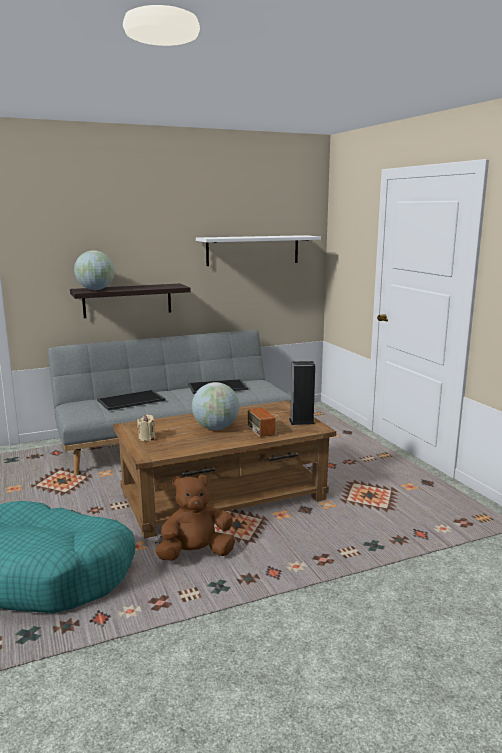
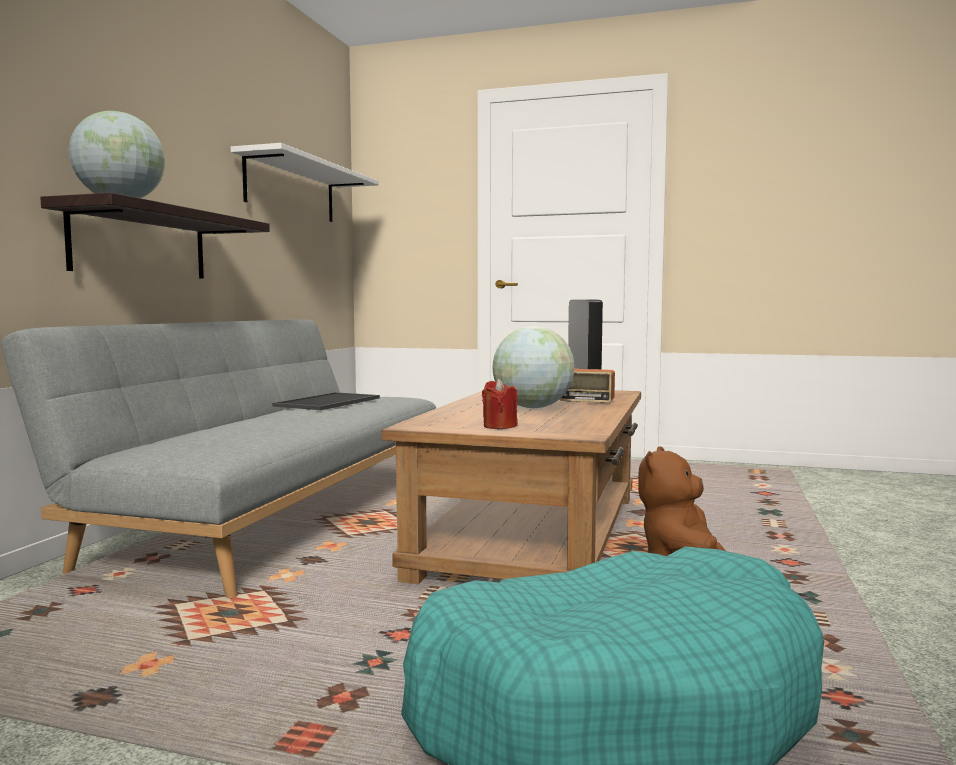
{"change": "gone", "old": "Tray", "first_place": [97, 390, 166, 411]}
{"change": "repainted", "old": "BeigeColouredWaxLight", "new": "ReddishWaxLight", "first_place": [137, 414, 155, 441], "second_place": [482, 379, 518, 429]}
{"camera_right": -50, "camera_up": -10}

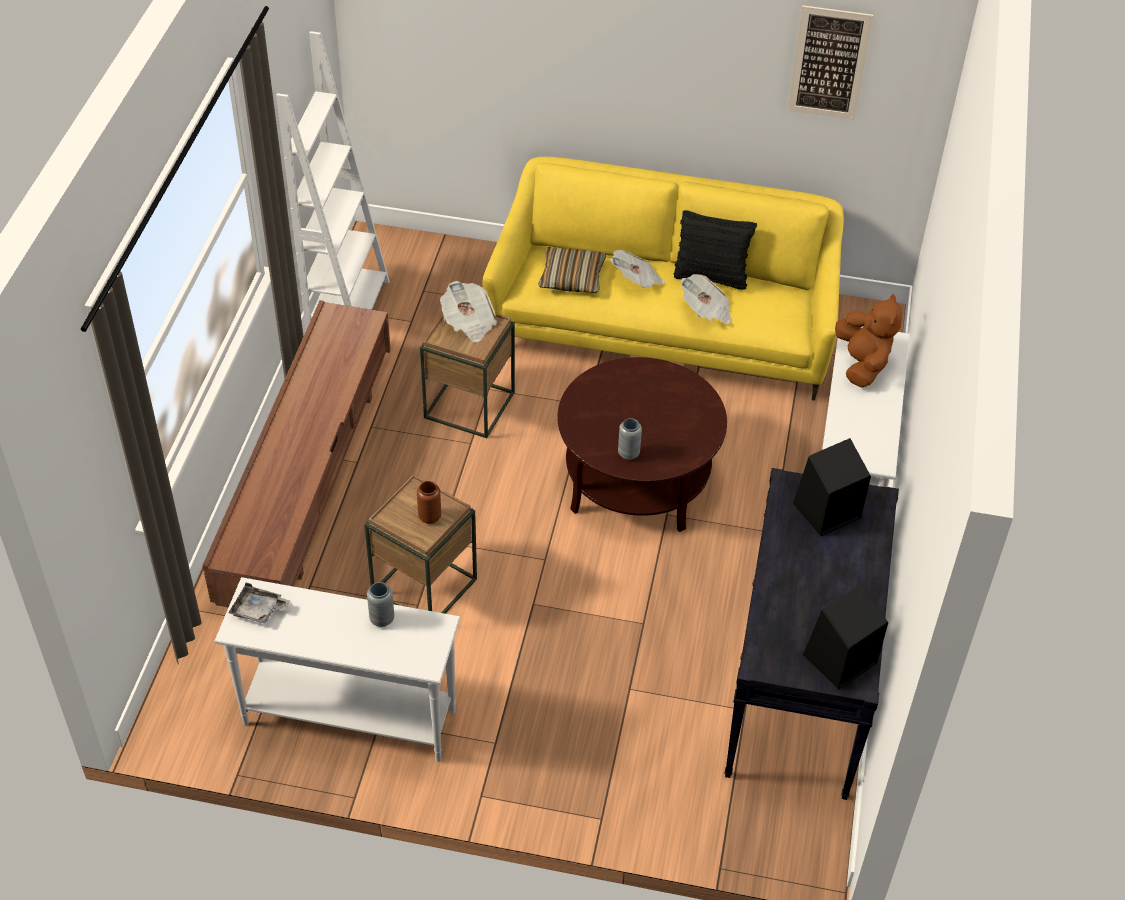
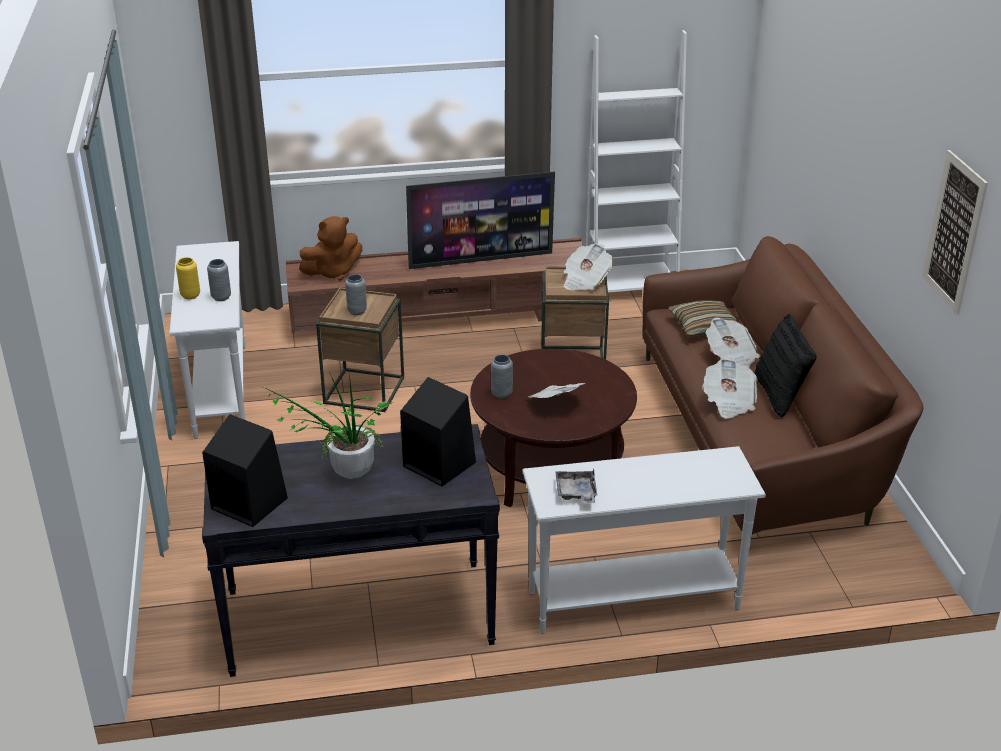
{"change": "new", "new": "YellowColouredDecorativeVase", "second_place": [176, 257, 200, 300]}
{"change": "new", "new": "PlantInAPot", "second_place": [266, 372, 392, 479]}
{"change": "new", "new": "Tv", "second_place": [406, 171, 555, 269]}
{"change": "new", "new": "Newspaper", "second_place": [528, 383, 586, 398]}
{"change": "shifted", "old": "GreyishTray", "first_place": [228, 582, 290, 624], "second_place": [555, 469, 597, 503]}
{"change": "shifted", "old": "BrownColouredSoftToy", "first_place": [835, 294, 902, 388], "second_place": [299, 216, 362, 280]}
{"change": "repainted", "old": "BrownColouredDecorativeVase", "new": "GreyishDecorativeVase", "first_place": [417, 481, 441, 524], "second_place": [345, 274, 367, 315]}
{"change": "repainted", "old": "YellowColouredCouch", "new": "BrownColouredCouch", "first_place": [483, 157, 844, 401], "second_place": [643, 236, 923, 534]}
{"camera_right": 70, "camera_up": -15}

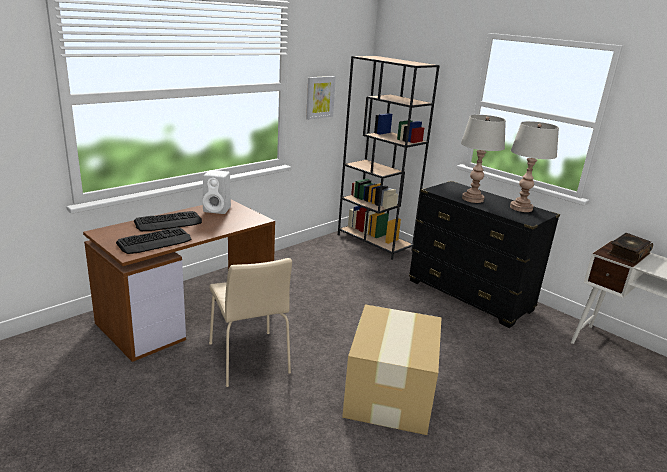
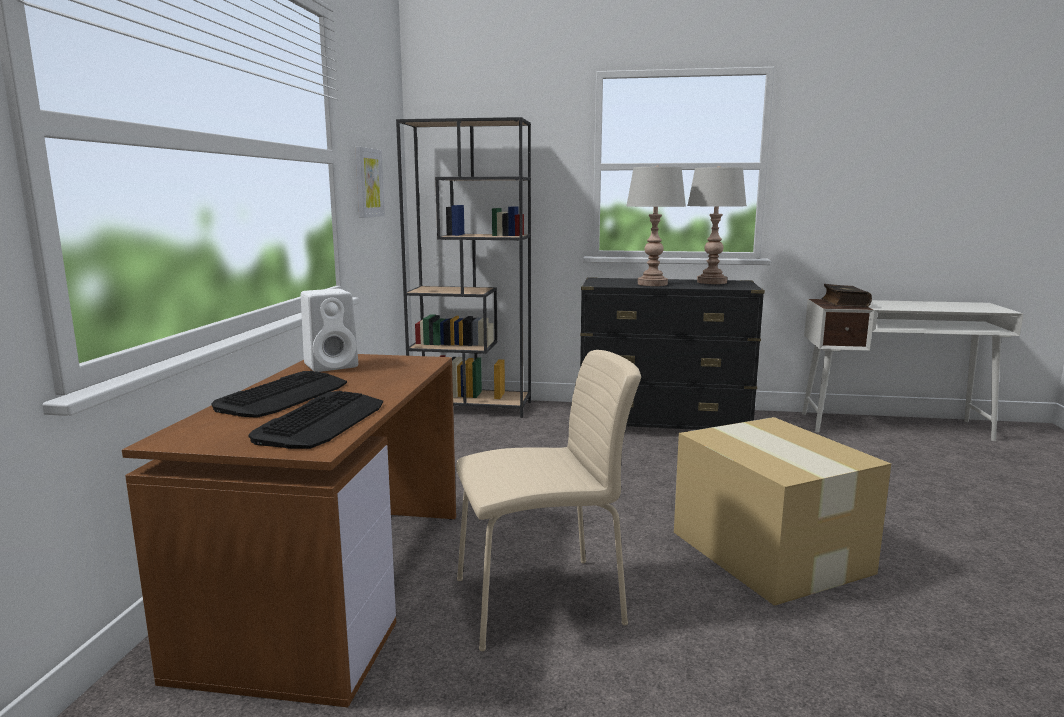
{"change": "rotated", "old": "BeigeColouredUprightChair", "first_place": [209, 258, 292, 387], "second_place": [456, 350, 641, 651], "degrees": -45}
{"camera_right": -35, "camera_up": -10}

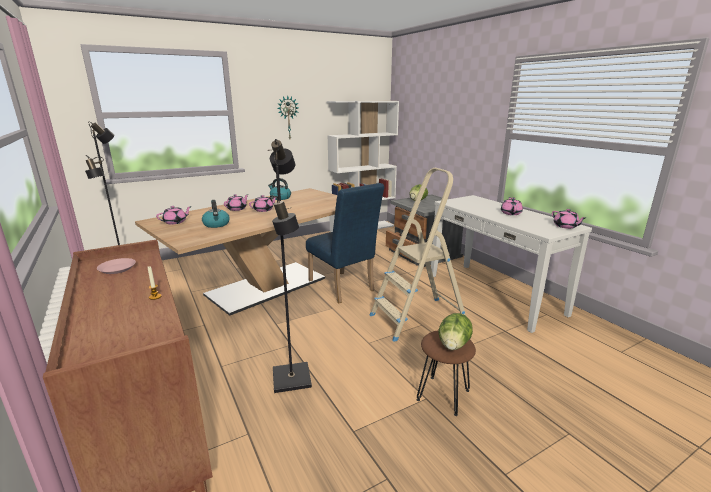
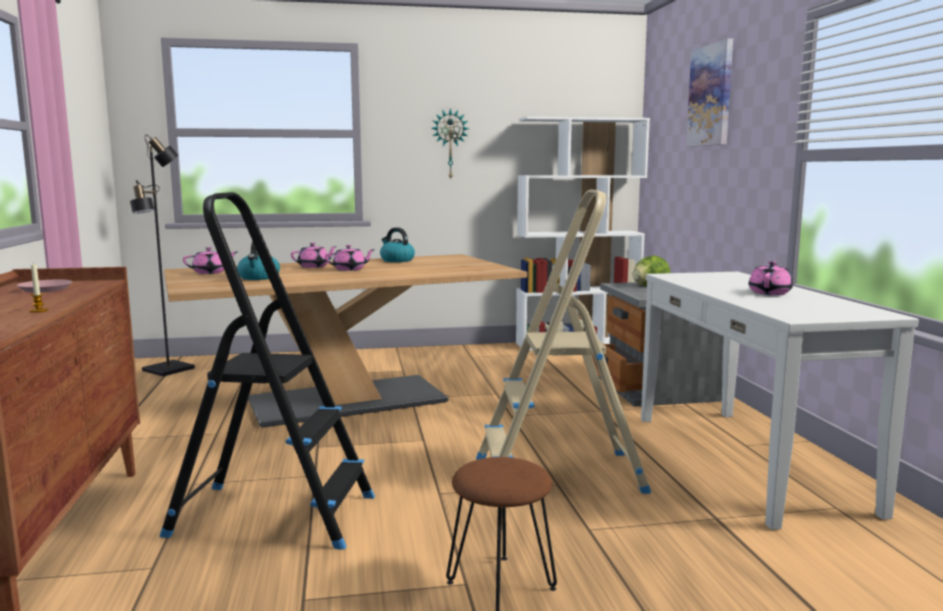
{"change": "gone", "old": "BlueUprightChair", "first_place": [306, 183, 384, 303]}
{"change": "gone", "old": "HeadOfLettuce", "first_place": [438, 313, 473, 350]}
{"change": "gone", "old": "PinkPotForTea", "first_place": [552, 209, 586, 229]}
{"change": "new", "new": "Picture", "second_place": [686, 39, 733, 147]}
{"change": "swapped", "old": "BlackColouredStandardLamp", "new": "BlackColouredStepLadder", "first_place": [268, 139, 312, 393], "second_place": [159, 192, 375, 550]}
{"camera_right": 20, "camera_up": -10}

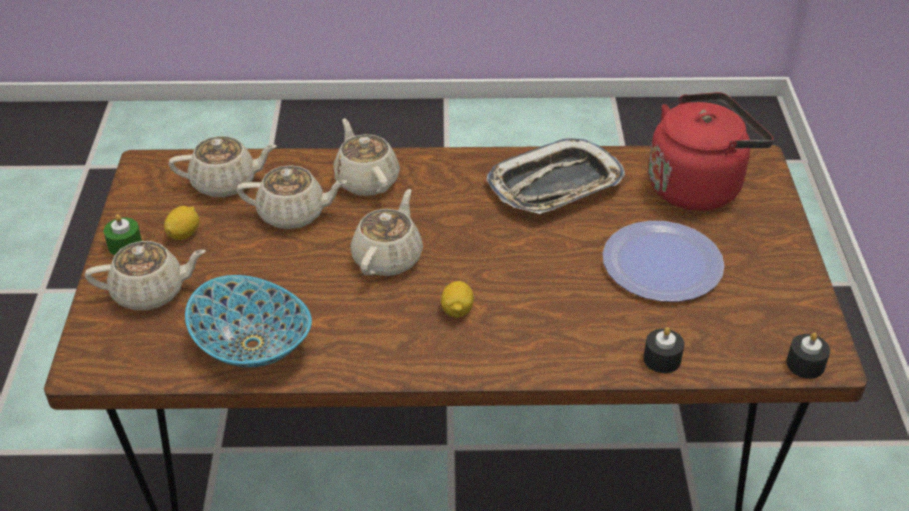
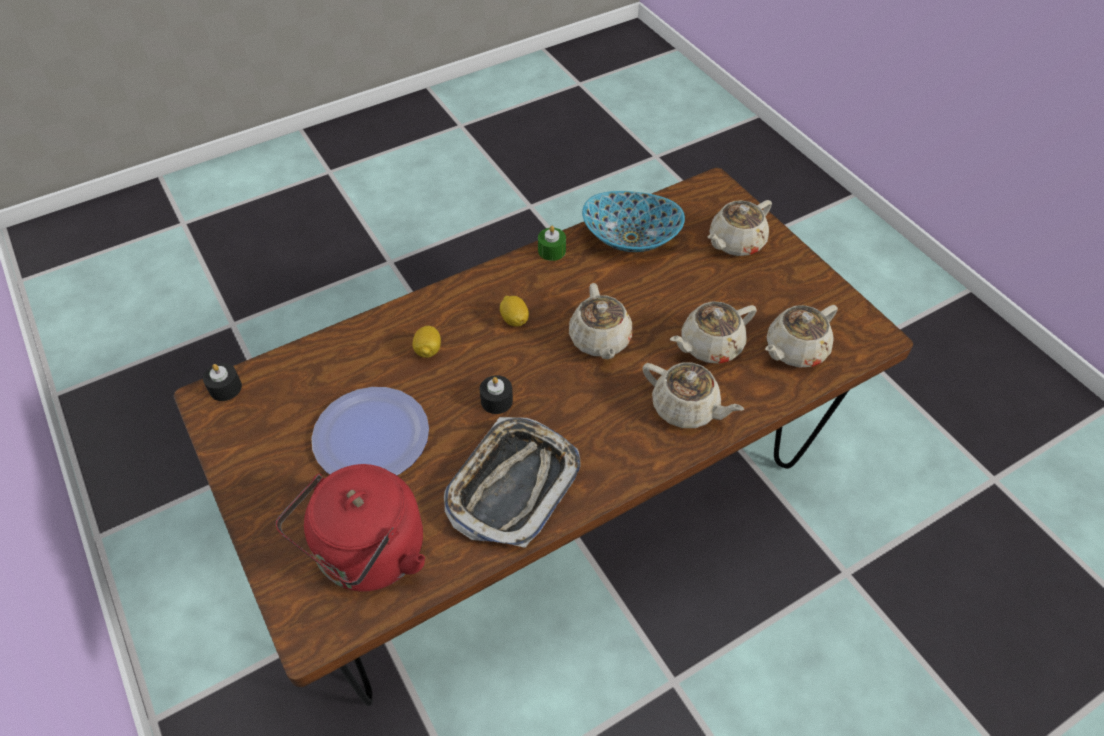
{"change": "shifted", "old": "GreenColouredWaxLight", "first_place": [104, 214, 142, 255], "second_place": [538, 226, 566, 261]}
{"change": "shifted", "old": "WholeLemon", "first_place": [164, 206, 199, 240], "second_place": [413, 326, 441, 358]}
{"change": "shifted", "old": "BlackColouredWaxLight", "first_place": [644, 327, 684, 373], "second_place": [480, 375, 513, 414]}
{"camera_right": 150, "camera_up": 10}

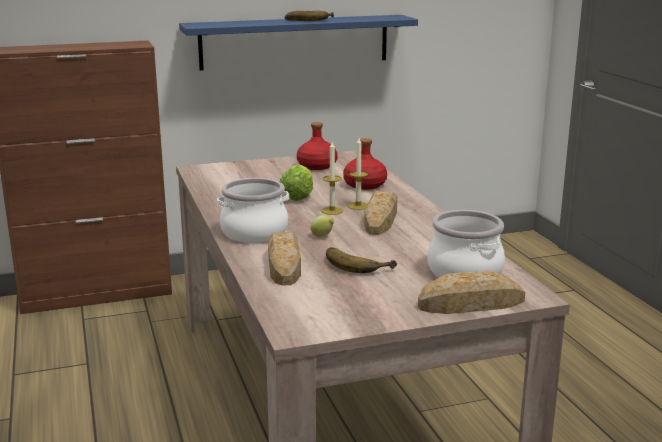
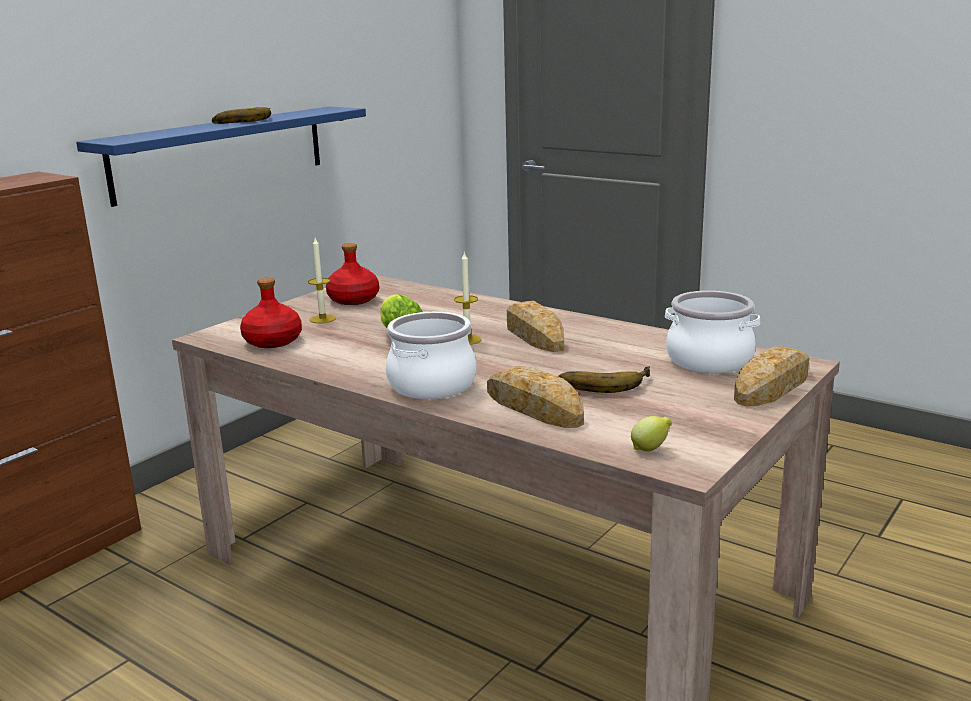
{"change": "shifted", "old": "WholeLemon", "first_place": [310, 215, 334, 237], "second_place": [631, 416, 672, 452]}
{"change": "shifted", "old": "ReddishDrinkBottle", "first_place": [343, 138, 387, 190], "second_place": [240, 278, 302, 348]}
{"change": "shifted", "old": "WaxLight", "first_place": [347, 138, 368, 210], "second_place": [308, 238, 336, 323]}
{"camera_right": -35, "camera_up": 0}

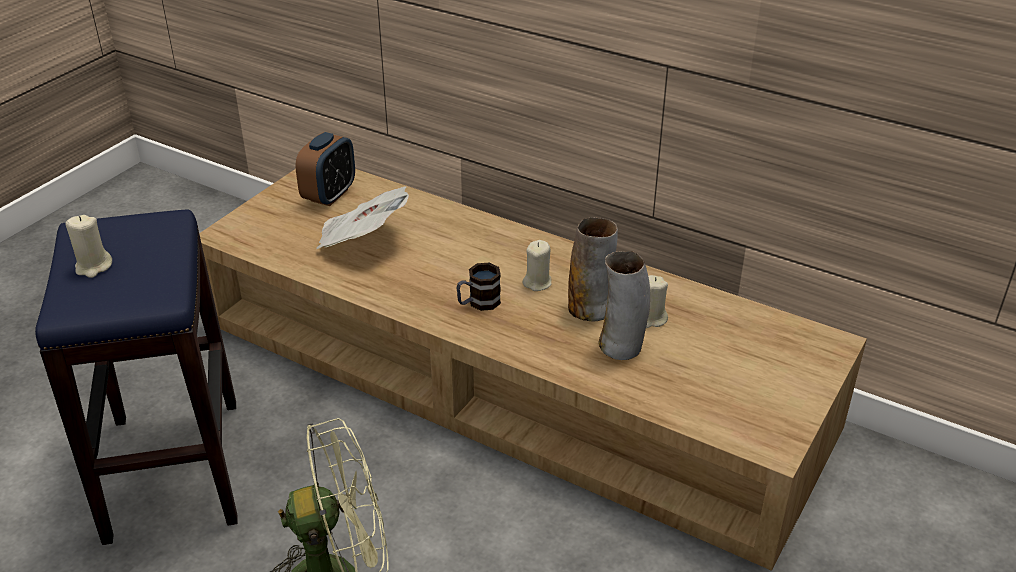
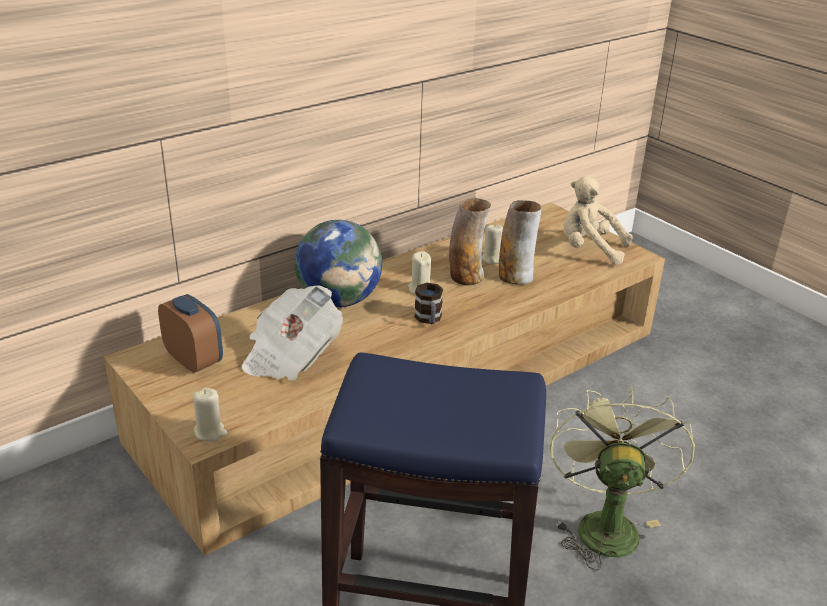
{"change": "new", "new": "Globe", "second_place": [294, 220, 382, 307]}
{"change": "new", "new": "BeigeColouredSoftToy", "second_place": [564, 176, 633, 265]}
{"change": "shifted", "old": "BeigeColouredWaxLight", "first_place": [66, 215, 112, 278], "second_place": [193, 388, 227, 442]}
{"camera_right": -70, "camera_up": -5}

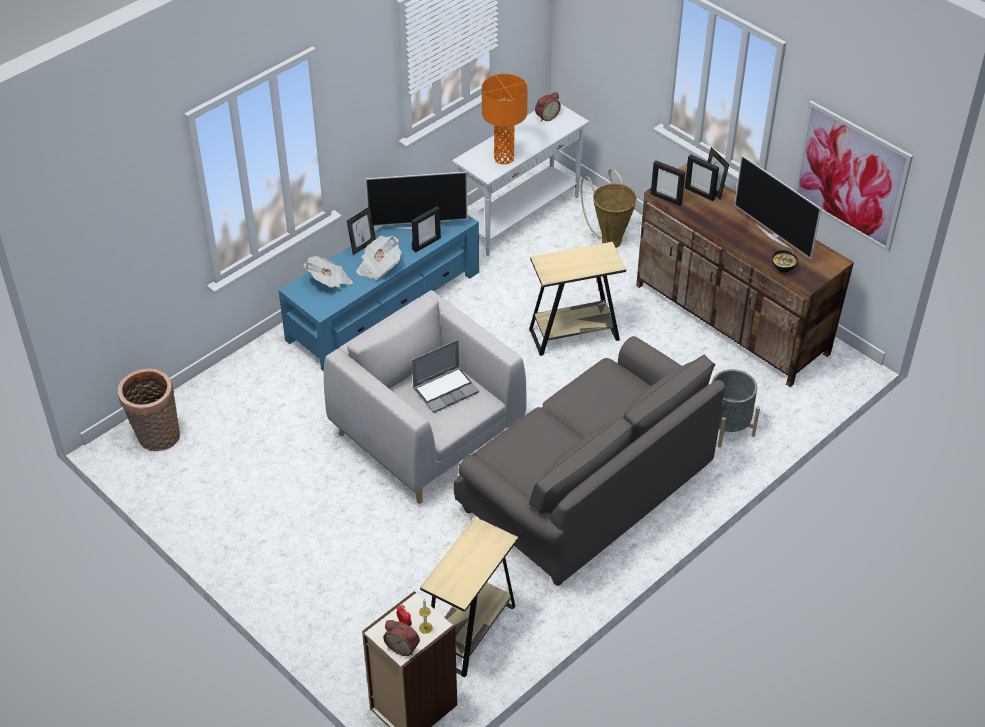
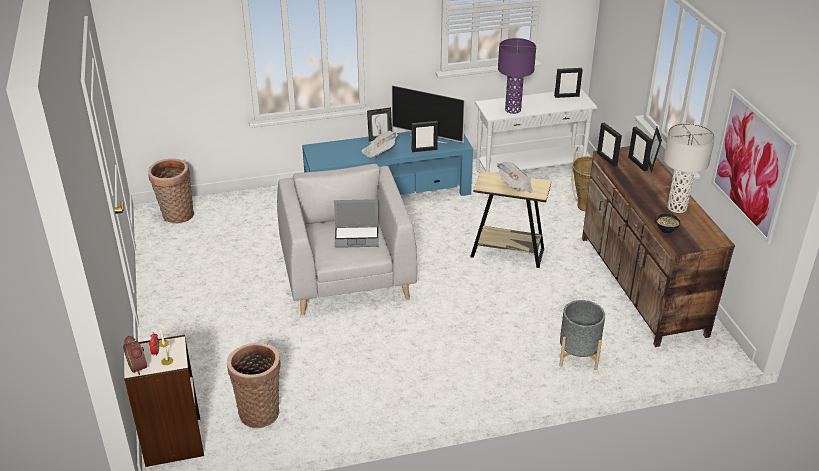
{"change": "gone", "old": "GreyishCouch", "first_place": [454, 336, 725, 586]}
{"change": "shifted", "old": "Newspaper", "first_place": [304, 256, 353, 288], "second_place": [497, 162, 533, 193]}
{"change": "swapped", "old": "BeigeColouredEndTable", "new": "StorageBasket", "first_place": [420, 517, 518, 677], "second_place": [227, 342, 281, 428]}
{"change": "swapped", "old": "AlarmClock", "new": "StandingFrame", "first_place": [535, 92, 561, 122], "second_place": [554, 68, 583, 98]}
{"change": "swapped", "old": "Tv", "new": "WhiteColouredTabletopLamp", "first_place": [734, 155, 821, 259], "second_place": [664, 123, 715, 213]}
{"change": "repainted", "old": "OrangeTabletopLamp", "new": "PurpleTabletopLamp", "first_place": [482, 74, 528, 164], "second_place": [498, 38, 536, 114]}
{"camera_right": 30, "camera_up": -10}

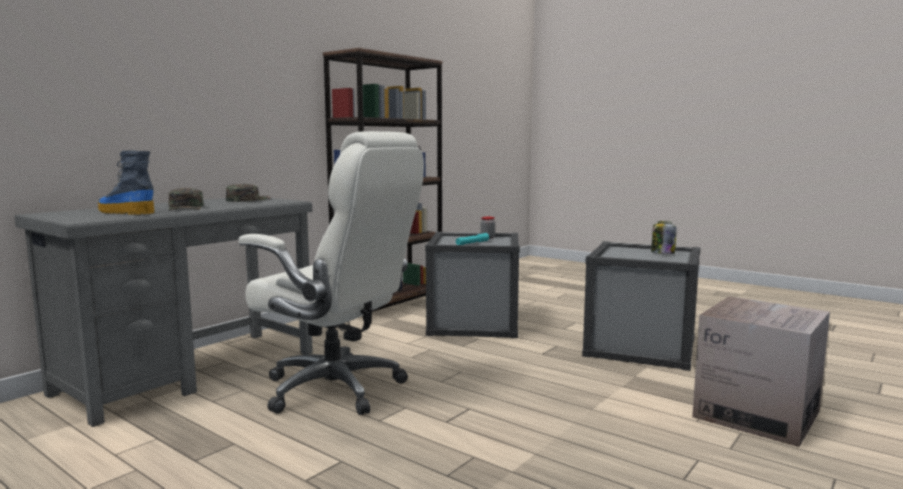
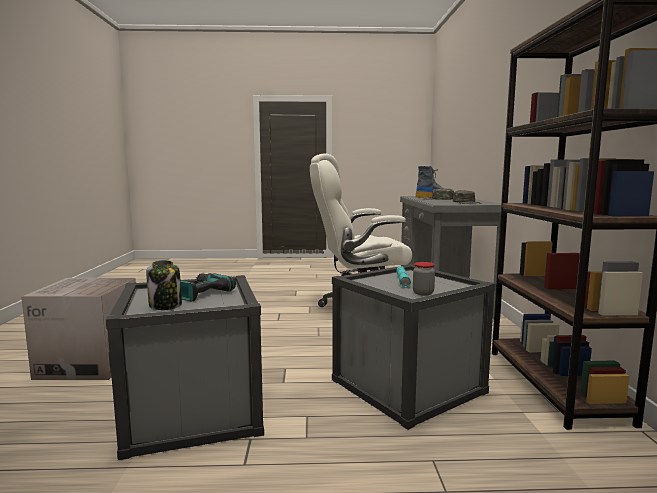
{"change": "new", "new": "Drill", "second_place": [181, 273, 236, 302]}
{"camera_right": 140, "camera_up": 0}

